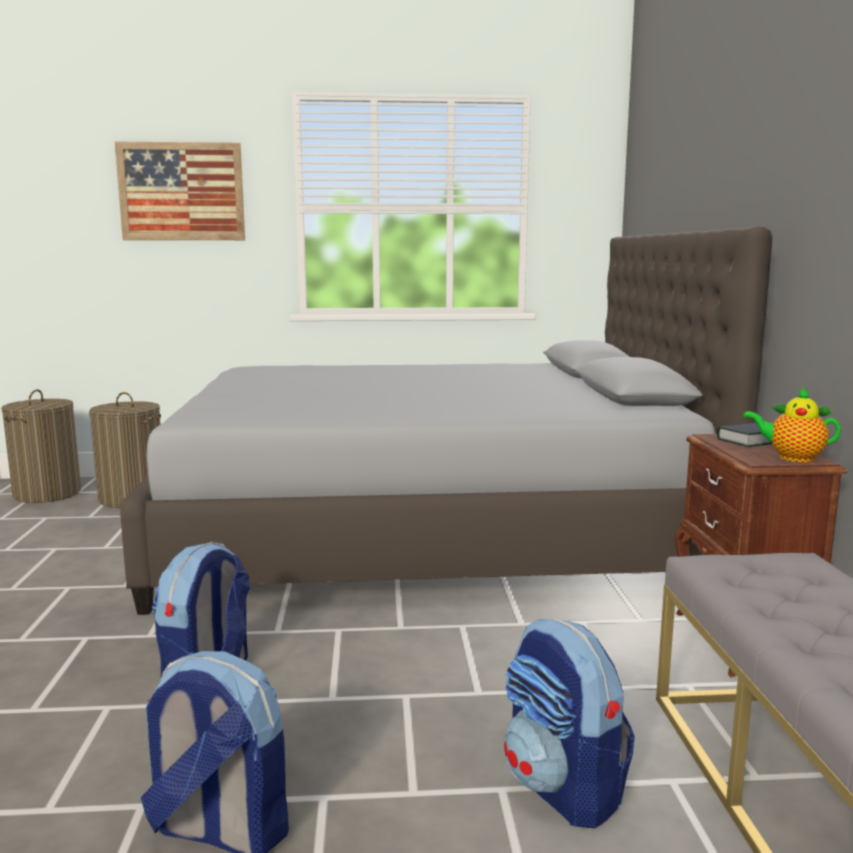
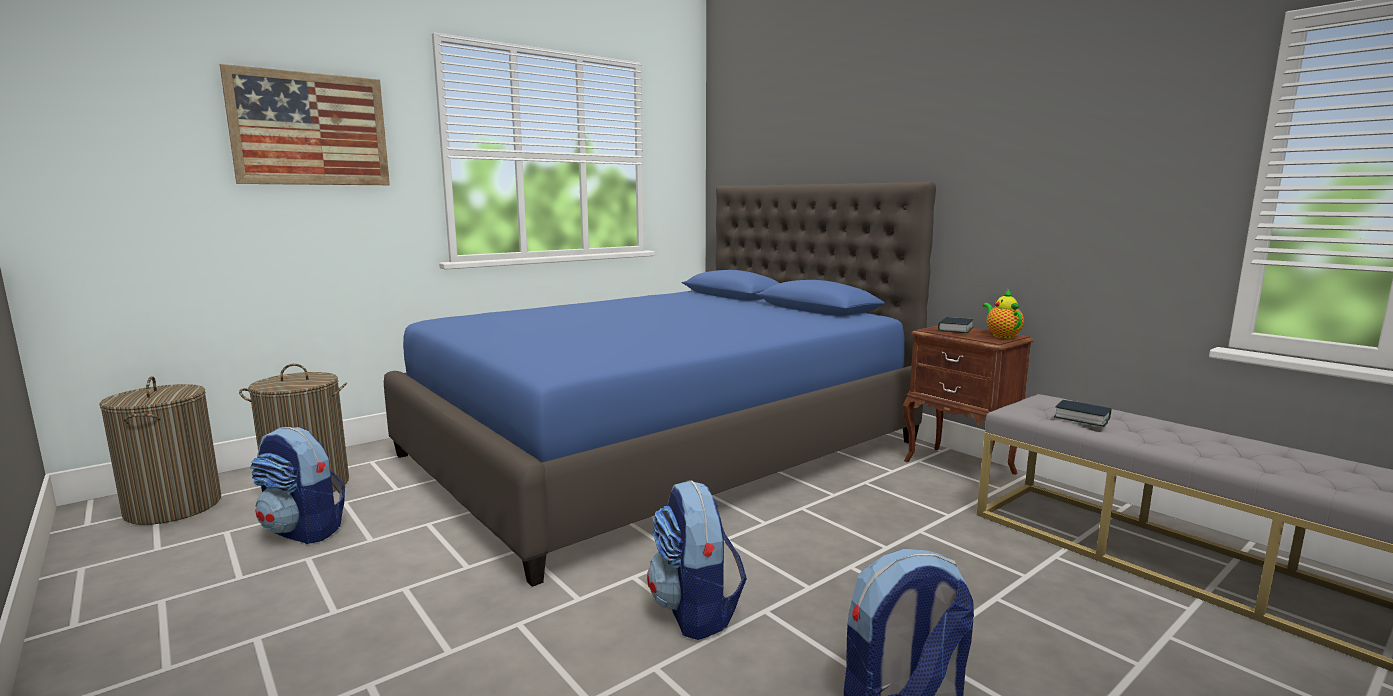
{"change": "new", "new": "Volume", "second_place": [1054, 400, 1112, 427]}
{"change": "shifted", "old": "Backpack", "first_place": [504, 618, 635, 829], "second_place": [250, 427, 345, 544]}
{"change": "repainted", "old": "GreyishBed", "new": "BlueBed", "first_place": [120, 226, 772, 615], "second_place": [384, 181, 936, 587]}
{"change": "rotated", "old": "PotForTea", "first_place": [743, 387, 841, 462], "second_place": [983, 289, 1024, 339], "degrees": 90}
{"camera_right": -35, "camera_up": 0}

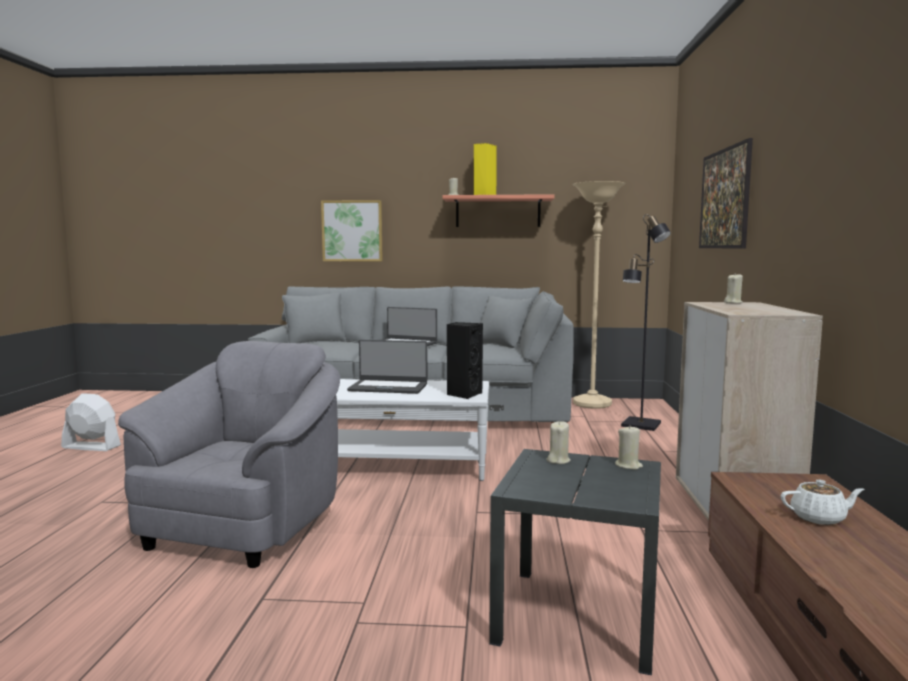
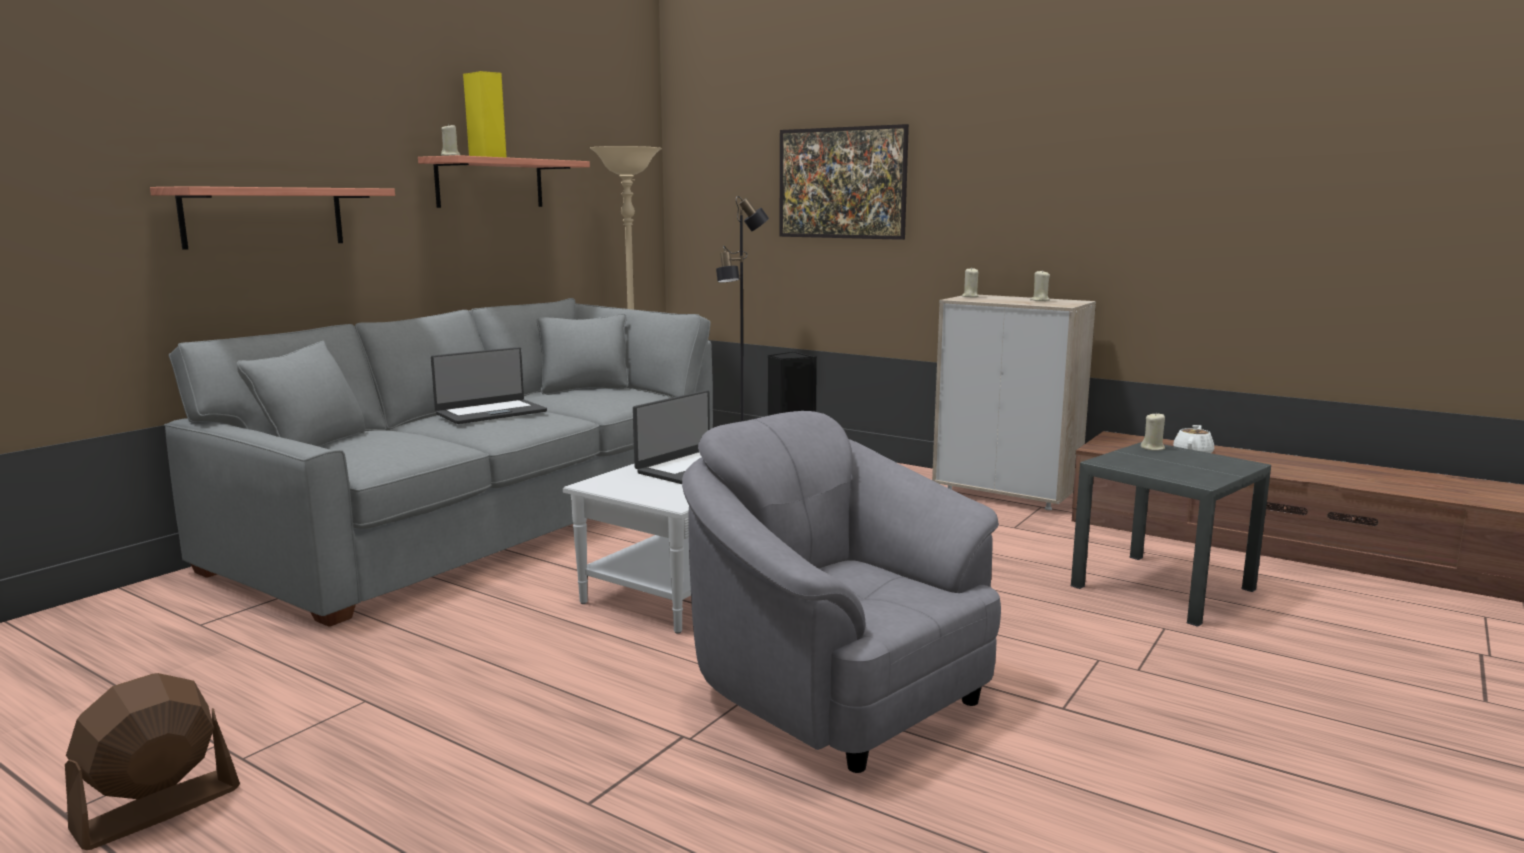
{"change": "shifted", "old": "BeigeColouredWaxLight", "first_place": [546, 421, 571, 464], "second_place": [1030, 271, 1050, 301]}
{"change": "swapped", "old": "Picture", "new": "Shelf", "first_place": [321, 200, 383, 261], "second_place": [150, 186, 395, 250]}
{"change": "repainted", "old": "WhiteColouredFan", "new": "BrownColouredFan", "first_place": [61, 393, 121, 451], "second_place": [65, 673, 240, 850]}
{"camera_right": -60, "camera_up": 5}

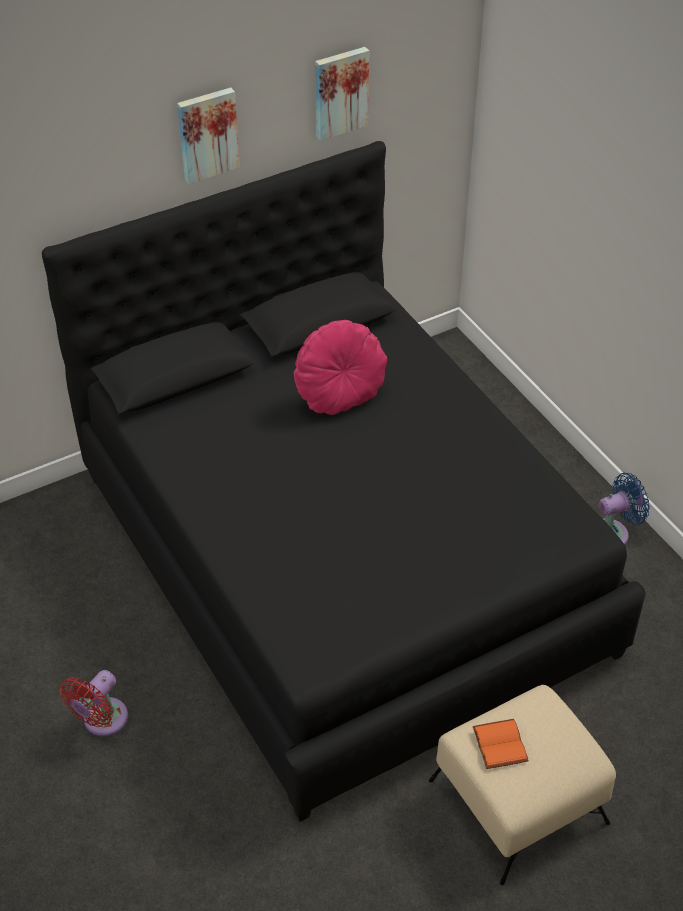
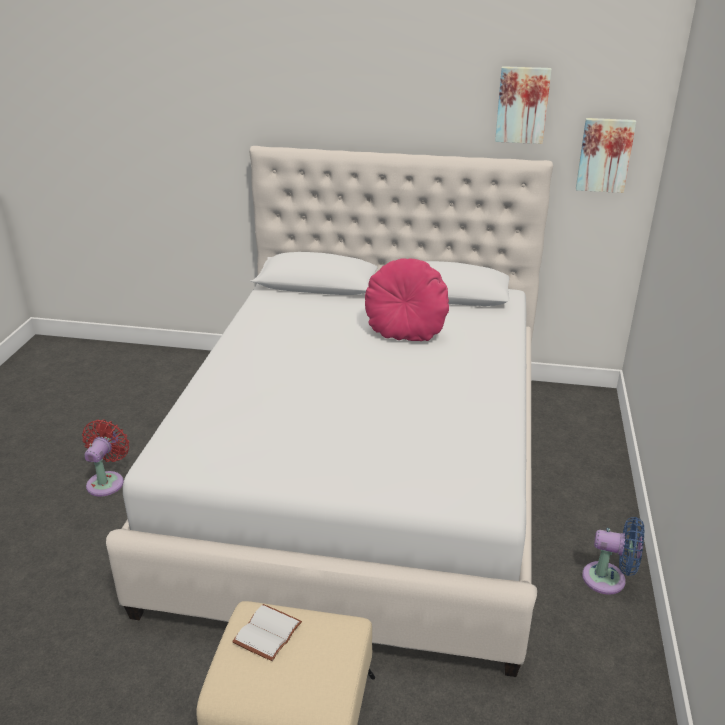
{"change": "shifted", "old": "Picture", "first_place": [177, 87, 240, 184], "second_place": [576, 118, 636, 193]}
{"change": "repainted", "old": "BlackColouredBed", "new": "WhiteColouredBed", "first_place": [42, 141, 646, 822], "second_place": [106, 146, 553, 677]}
{"change": "repainted", "old": "OrangeVolume", "new": "WhiteColouredVolume", "first_place": [472, 719, 529, 769], "second_place": [232, 604, 302, 661]}
{"change": "rotated", "old": "ReddishFan", "first_place": [60, 670, 128, 736], "second_place": [82, 420, 129, 496], "degrees": 120}
{"camera_right": 40, "camera_up": -15}

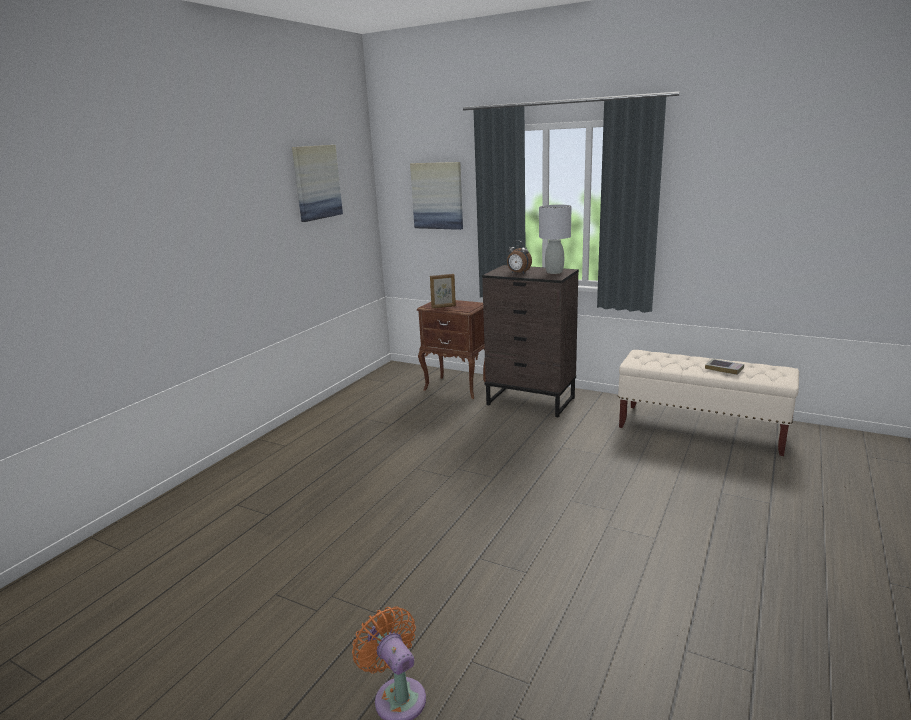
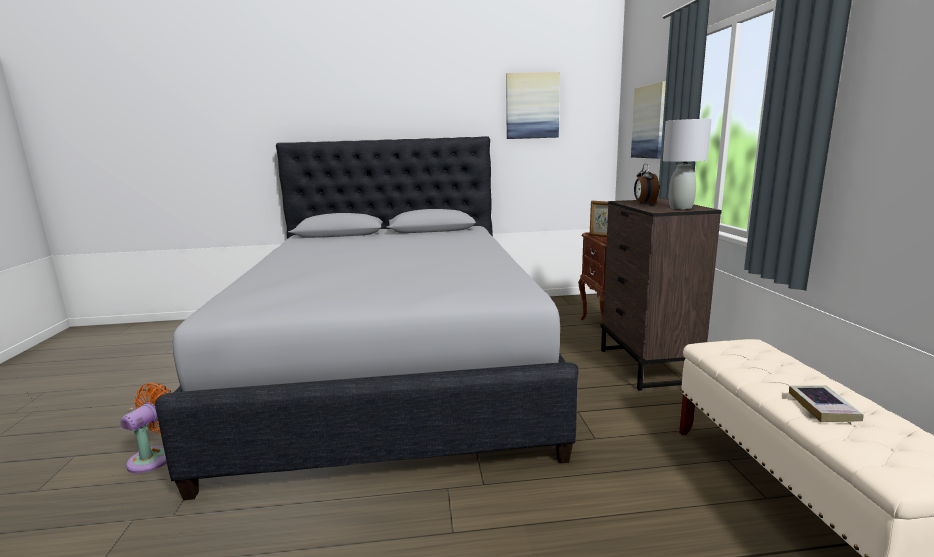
{"change": "new", "new": "GreyishBed", "second_place": [155, 136, 578, 500]}
{"camera_right": 55, "camera_up": -5}

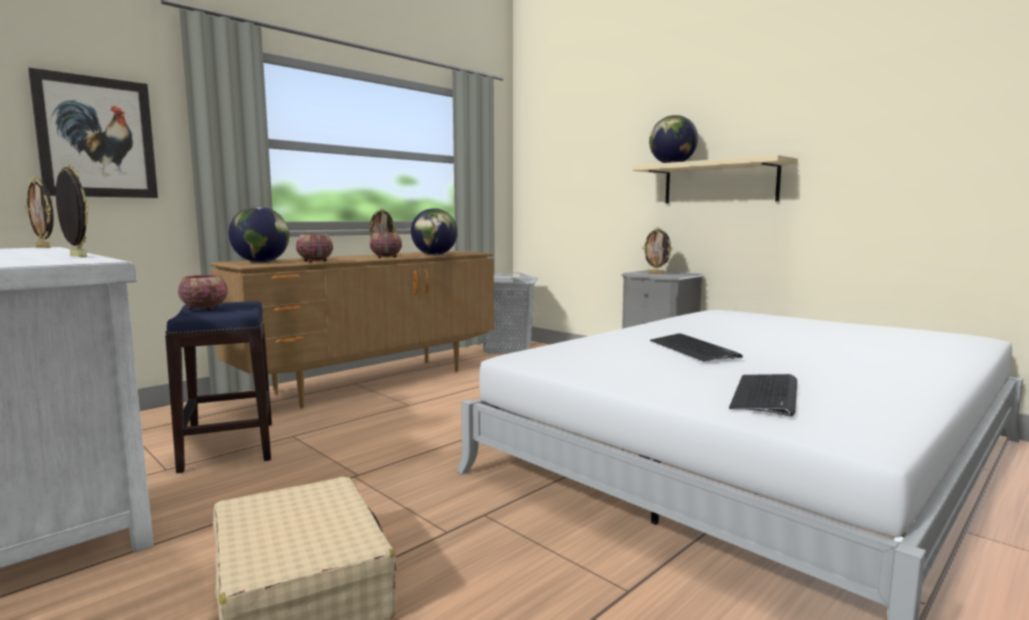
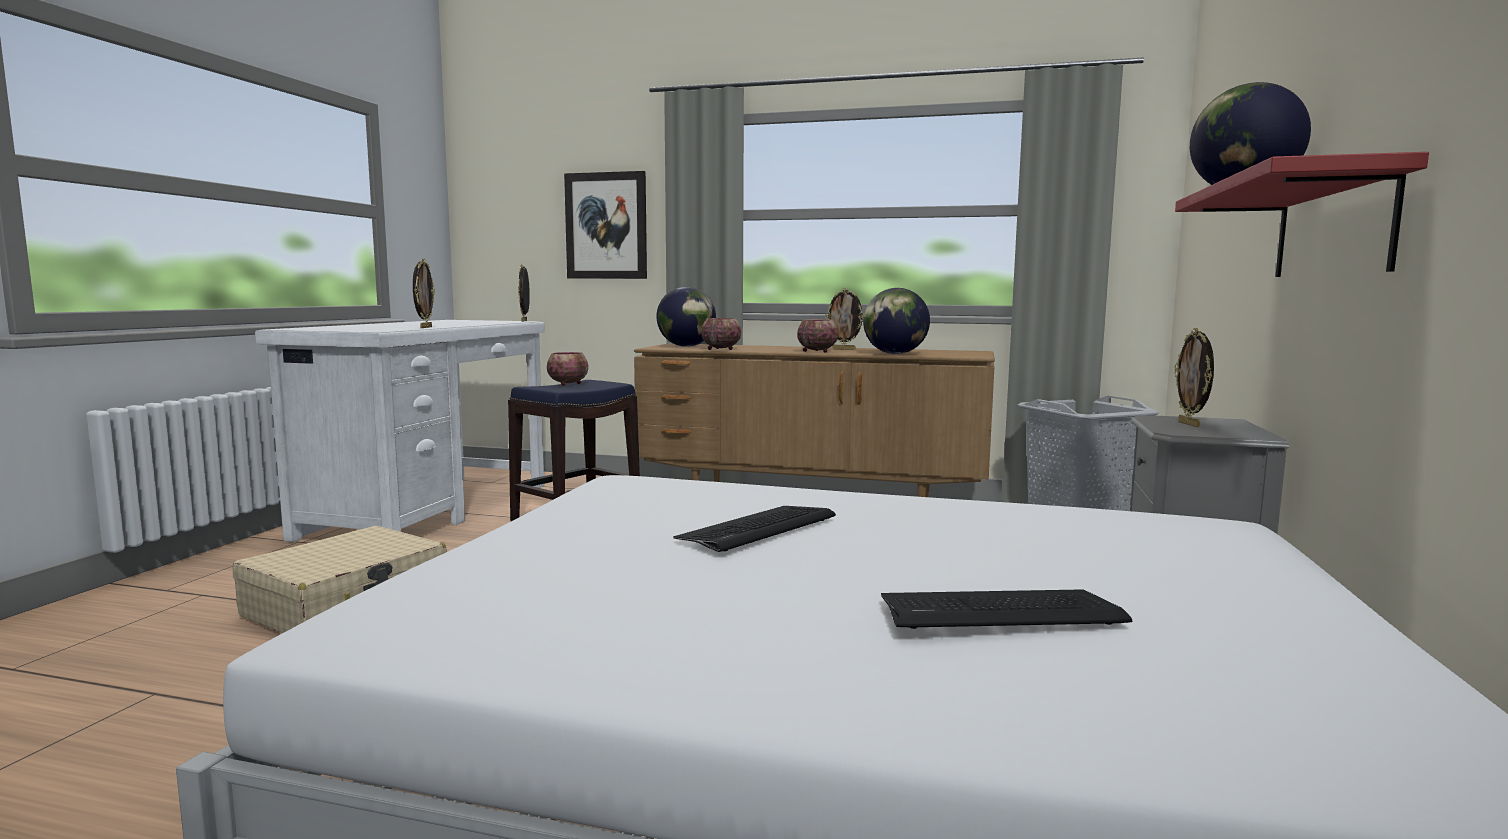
{"change": "shifted", "old": "Keyboard", "first_place": [729, 374, 797, 416], "second_place": [881, 589, 1132, 629]}
{"change": "repainted", "old": "BeigeColouredShelf", "new": "ReddishShelf", "first_place": [632, 155, 798, 204], "second_place": [1175, 152, 1429, 277]}
{"camera_right": 60, "camera_up": 0}

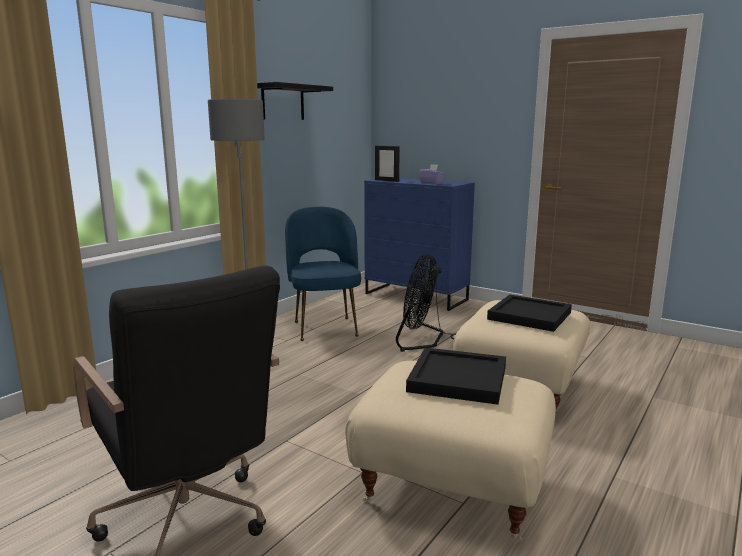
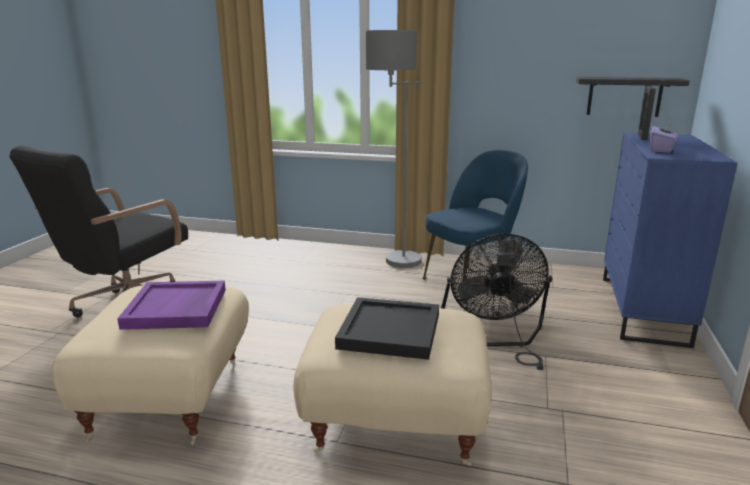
{"change": "shifted", "old": "BlackColouredShelf", "first_place": [257, 82, 333, 120], "second_place": [576, 77, 689, 117]}
{"change": "repainted", "old": "BlackColouredTray", "new": "PurpleTray", "first_place": [406, 347, 506, 405], "second_place": [117, 281, 226, 330]}
{"camera_right": 70, "camera_up": 5}

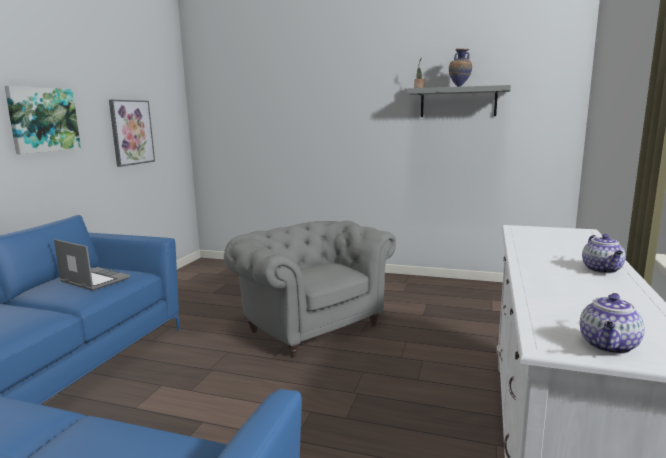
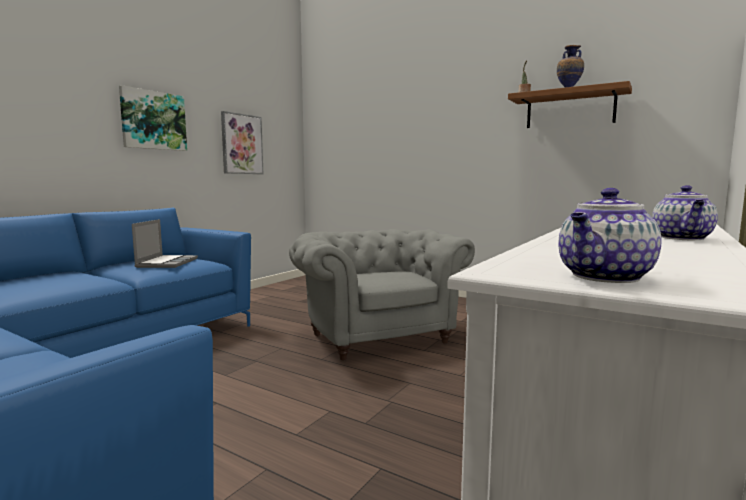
{"change": "repainted", "old": "GreyishShelf", "new": "BrownColouredShelf", "first_place": [407, 85, 511, 117], "second_place": [508, 81, 632, 128]}
{"change": "rotated", "old": "PortableComputer", "first_place": [54, 239, 130, 291], "second_place": [132, 219, 198, 268], "degrees": 45}
{"camera_right": 15, "camera_up": -5}

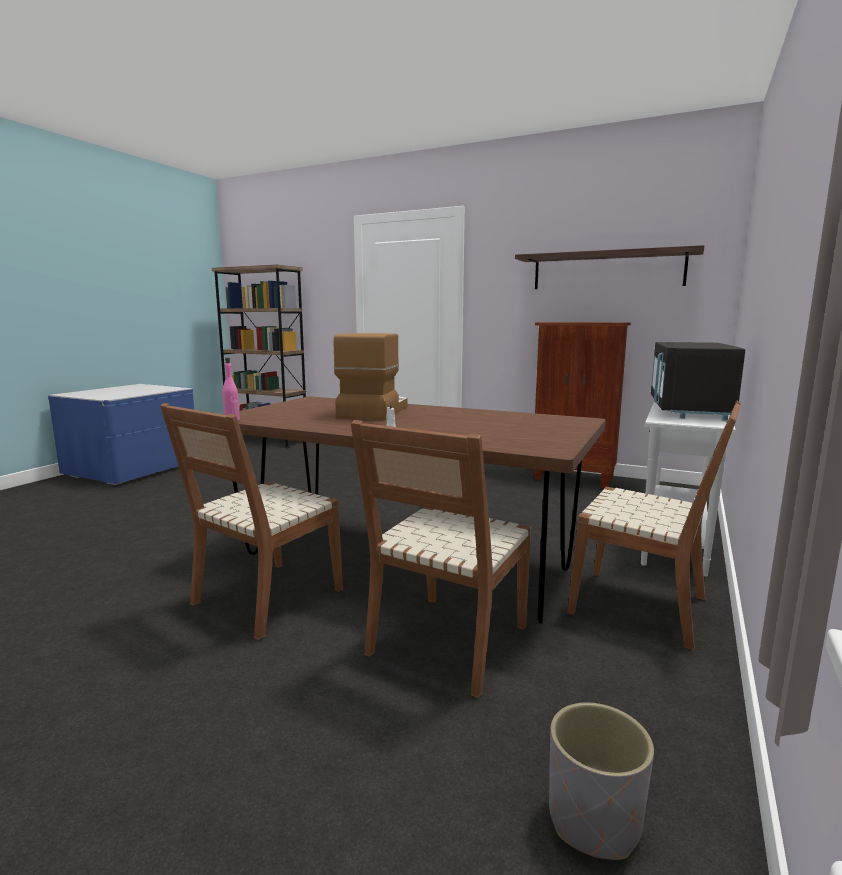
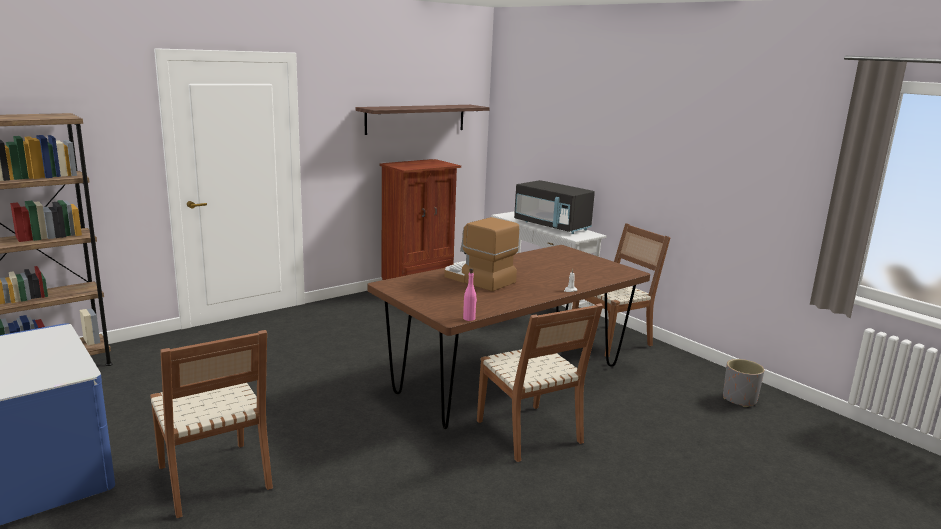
{"change": "shifted", "old": "UprightChair", "first_place": [351, 420, 531, 698], "second_place": [150, 330, 273, 518]}
{"camera_right": -65, "camera_up": 5}

